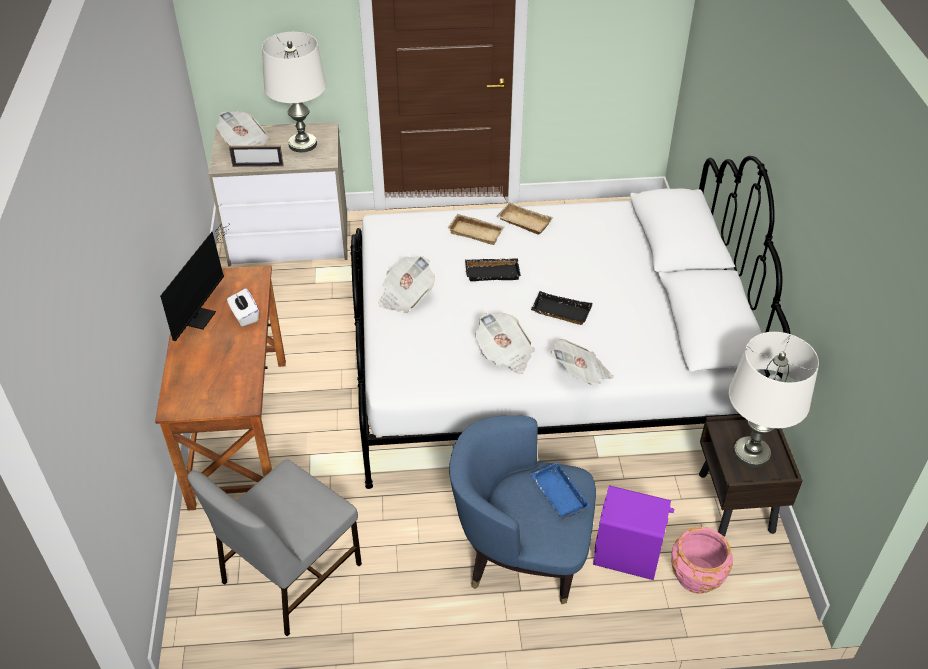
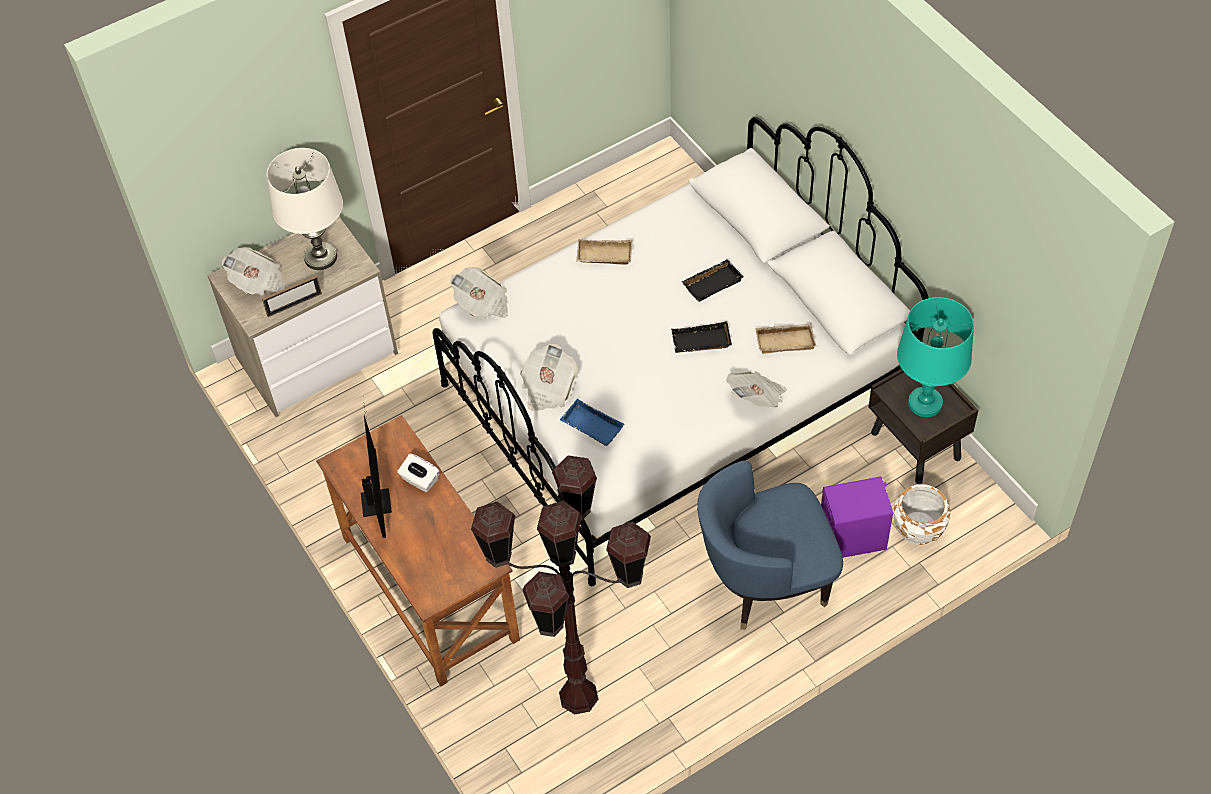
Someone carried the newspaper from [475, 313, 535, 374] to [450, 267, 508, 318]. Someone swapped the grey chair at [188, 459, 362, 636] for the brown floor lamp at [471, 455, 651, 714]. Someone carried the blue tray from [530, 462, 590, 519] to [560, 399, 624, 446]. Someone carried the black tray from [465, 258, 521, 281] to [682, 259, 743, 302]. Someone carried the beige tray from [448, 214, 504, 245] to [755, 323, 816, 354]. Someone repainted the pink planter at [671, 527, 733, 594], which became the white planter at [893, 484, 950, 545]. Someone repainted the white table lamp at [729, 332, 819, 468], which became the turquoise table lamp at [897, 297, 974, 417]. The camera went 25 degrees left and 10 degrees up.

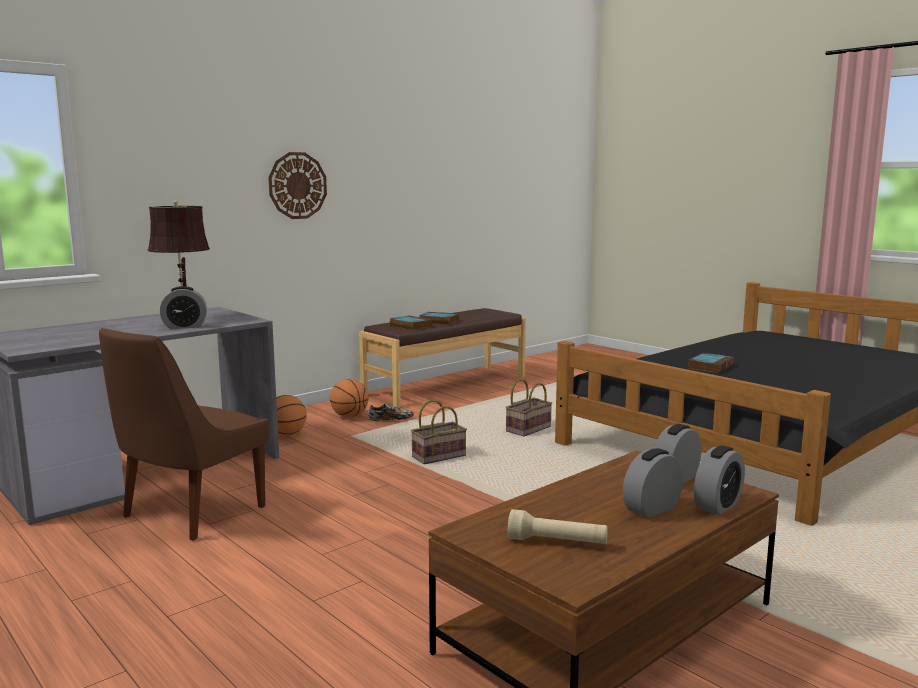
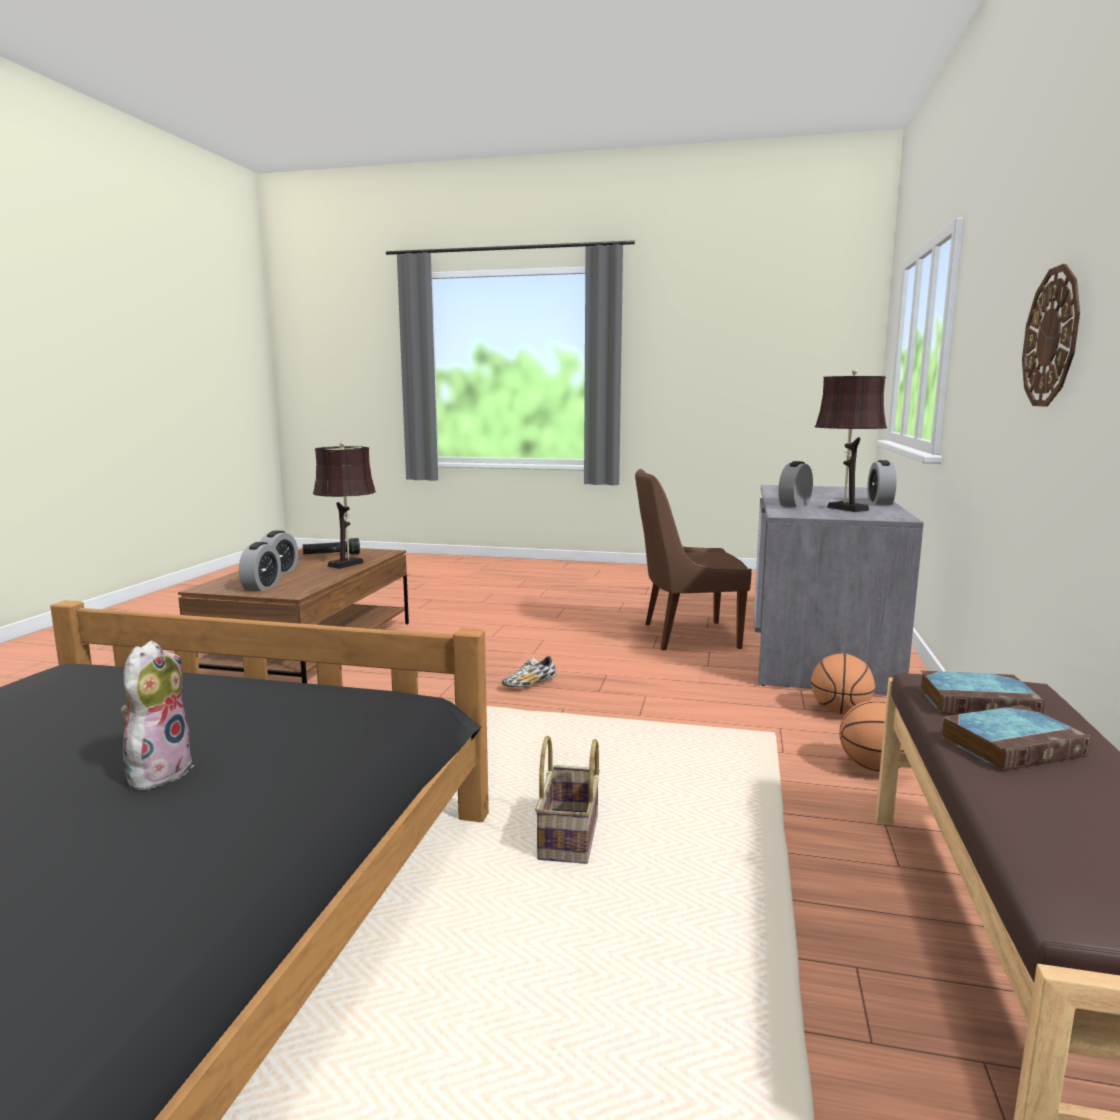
Someone swapped the book at [688, 353, 734, 373] for the plush toy at [120, 641, 194, 790]. Someone repainted the beige flashlight at [508, 509, 608, 544], which became the black flashlight at [303, 538, 360, 555]. Someone put down the brown table lamp at [313, 442, 376, 569]. Someone carried the shoe from [368, 403, 414, 421] to [502, 656, 556, 687]. Someone rotated the brown chair at [99, 328, 269, 541] by 90 degrees counterclockwise. Someone carried the alarm clock from [694, 445, 745, 515] to [867, 460, 897, 505]. Someone took away the basket at [411, 400, 467, 464]. The camera went 145 degrees right and 0 degrees up.

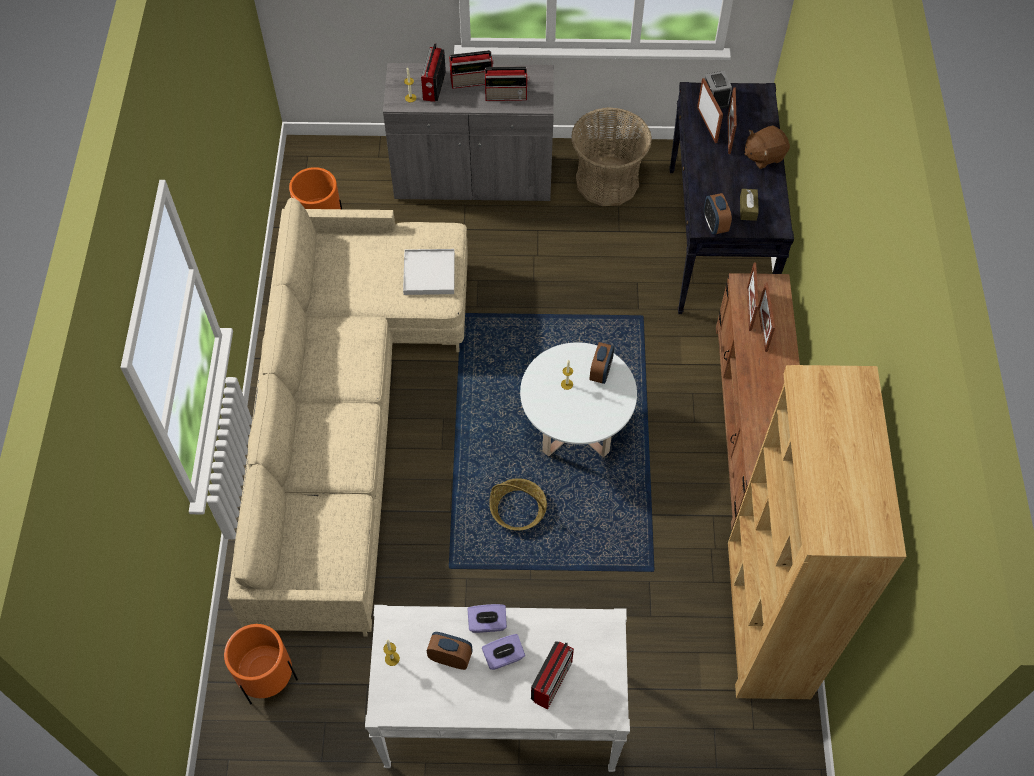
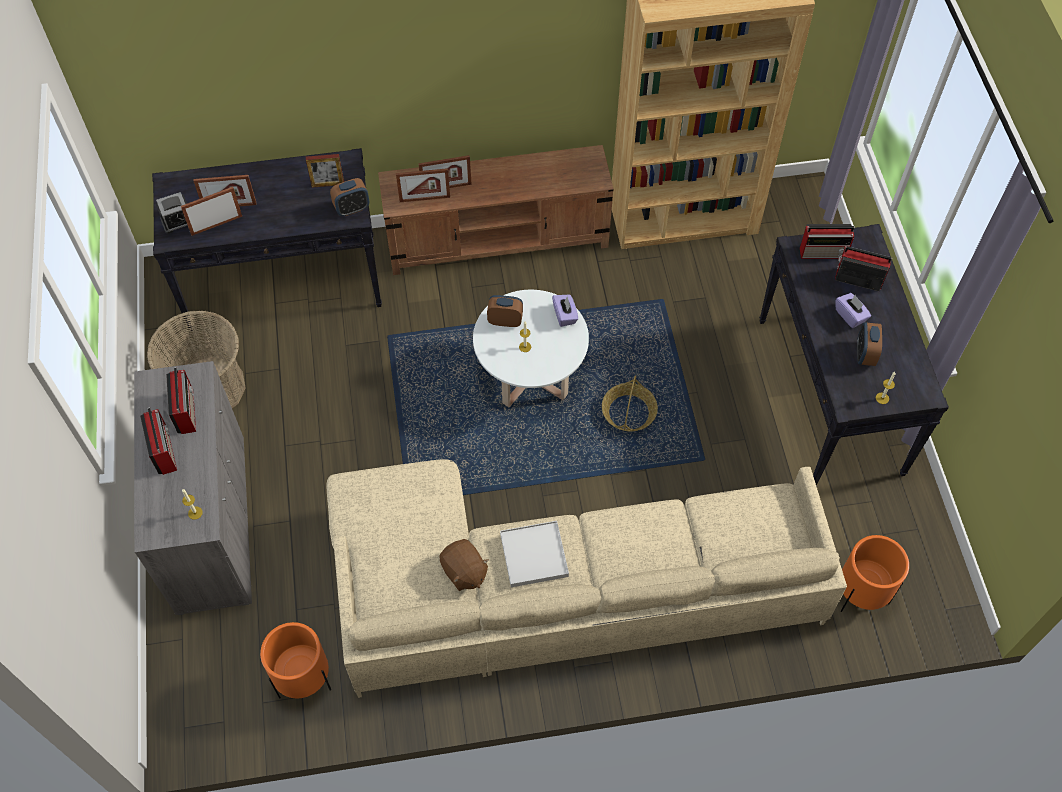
Someone swapped the brown tissue box at [740, 189, 759, 221] for the picture frame at [306, 154, 344, 188]. Someone carried the brown plush toy from [745, 125, 790, 169] to [439, 539, 489, 591]. Someone carried the white tray from [403, 249, 455, 295] to [500, 521, 569, 587]. Someone carried the purple tissue box from [467, 604, 507, 633] to [552, 294, 578, 327]. Someone repainted the white console table at [365, 605, 630, 772], which became the black console table at [759, 224, 949, 487]. Someone carried the radio from [421, 43, 446, 102] to [800, 224, 855, 259]. The camera went 100 degrees left and 0 degrees up.

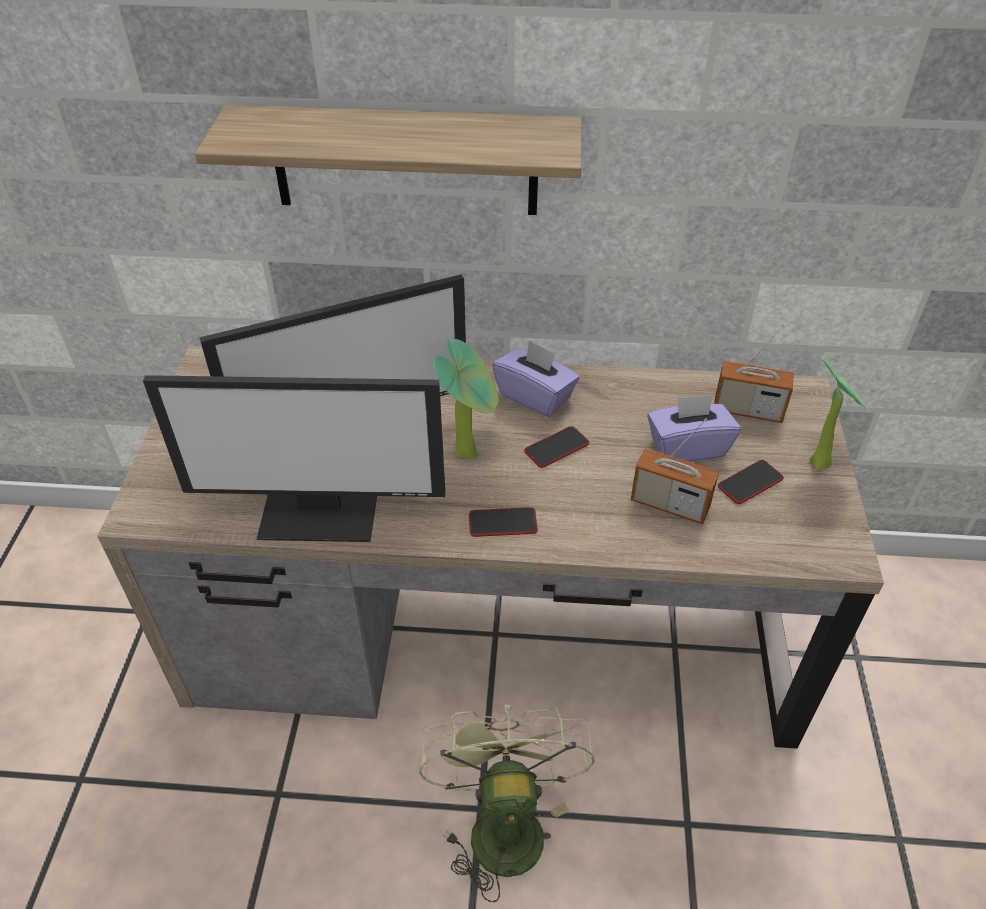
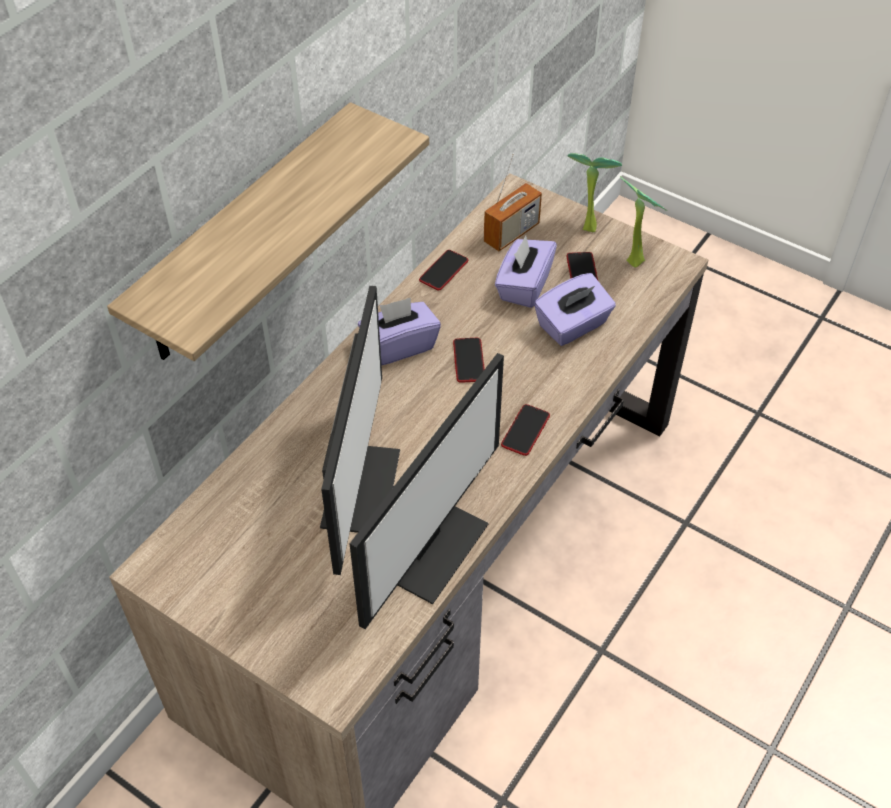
Someone put down the phone at [419, 250, 468, 290]. Someone swapped the radio at [631, 418, 719, 524] for the purple tissue box at [534, 273, 616, 346]. Someone carried the potted plant from [433, 339, 499, 460] to [620, 176, 667, 268]. Someone took away the green fan at [419, 705, 595, 902]. The camera went 60 degrees left and 5 degrees up.

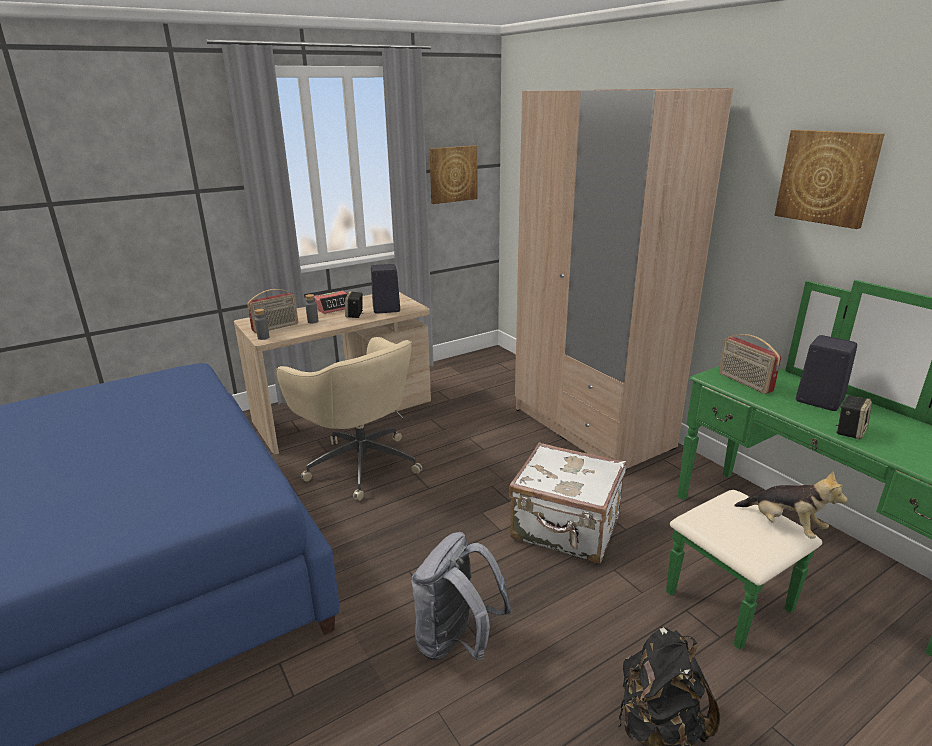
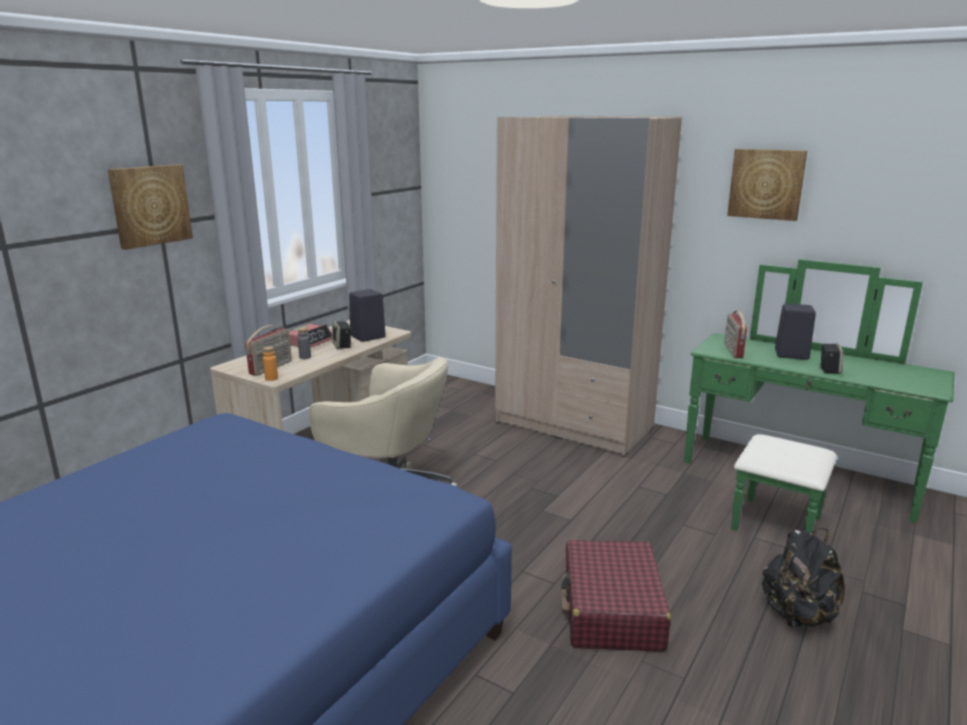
Someone carried the picture from [429, 145, 477, 204] to [107, 164, 193, 250]. Someone repainted the grey bottle at [254, 309, 269, 340], which became the orange bottle at [263, 346, 278, 381]. Someone swapped the grey backpack at [411, 532, 512, 661] for the red suitcase at [561, 540, 671, 652]. Someone rotated the radio at [719, 334, 781, 394] by 60 degrees clockwise. Someone took away the white suitcase at [509, 442, 626, 563]. Someone took away the plush toy at [734, 471, 847, 539]. The camera went 25 degrees left and 5 degrees down.

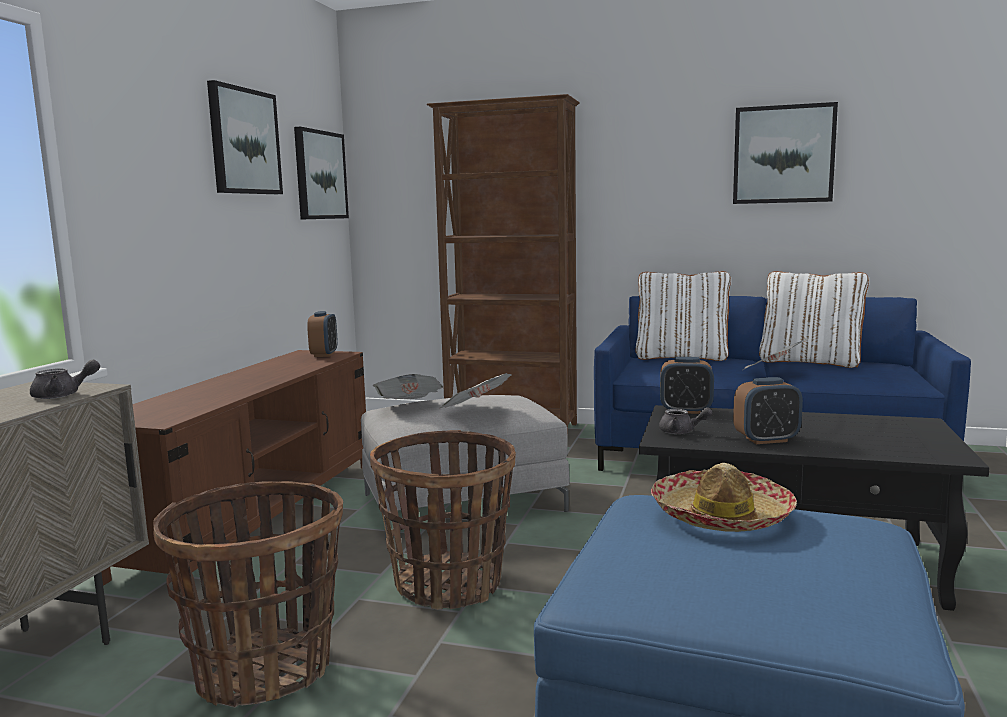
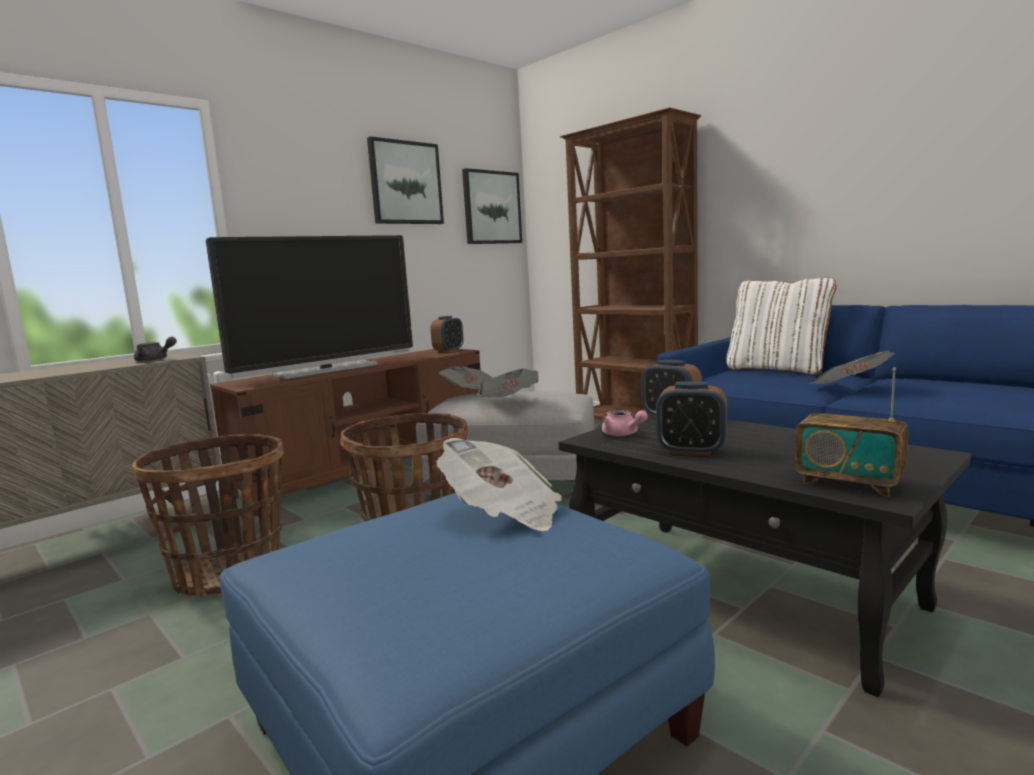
Someone put down the television at [206, 235, 413, 379]. Someone swapped the hat at [651, 463, 797, 532] for the newspaper at [436, 438, 562, 531]. Someone repainted the grey teapot at [659, 407, 713, 434], which became the pink teapot at [602, 410, 648, 436]. Someone put down the radio at [795, 368, 908, 497]. Someone took away the picture at [733, 102, 838, 204]. Someone took away the white pillow at [759, 271, 869, 368]. The camera went 30 degrees right and 0 degrees up.

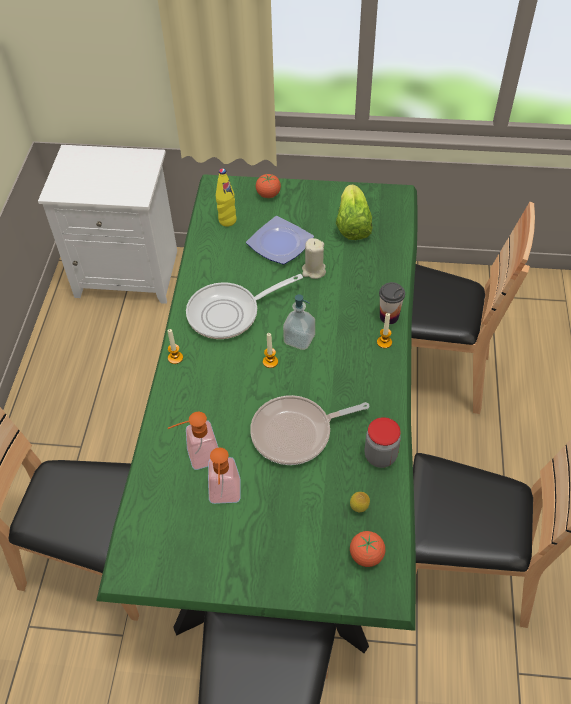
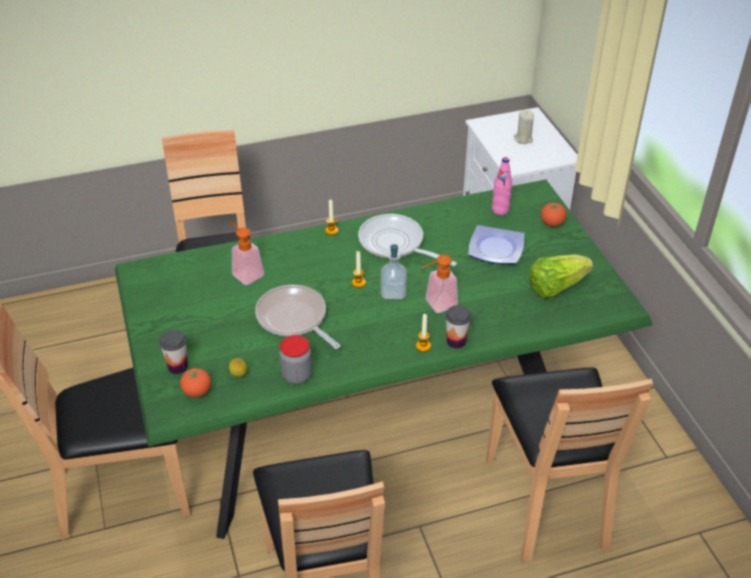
Someone put down the cup at [159, 330, 188, 374]. Someone carried the soap dispenser from [208, 447, 241, 504] to [421, 255, 458, 313]. Someone repainted the yellow bottle at [216, 168, 237, 227], which became the pink bottle at [492, 157, 512, 215]. Someone carried the beige candle from [302, 238, 326, 279] to [514, 110, 534, 144]. The camera went 65 degrees right and 10 degrees down.

